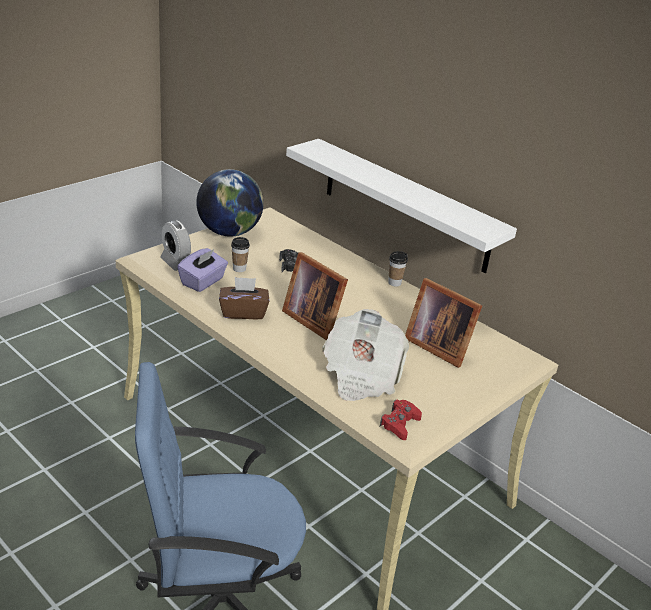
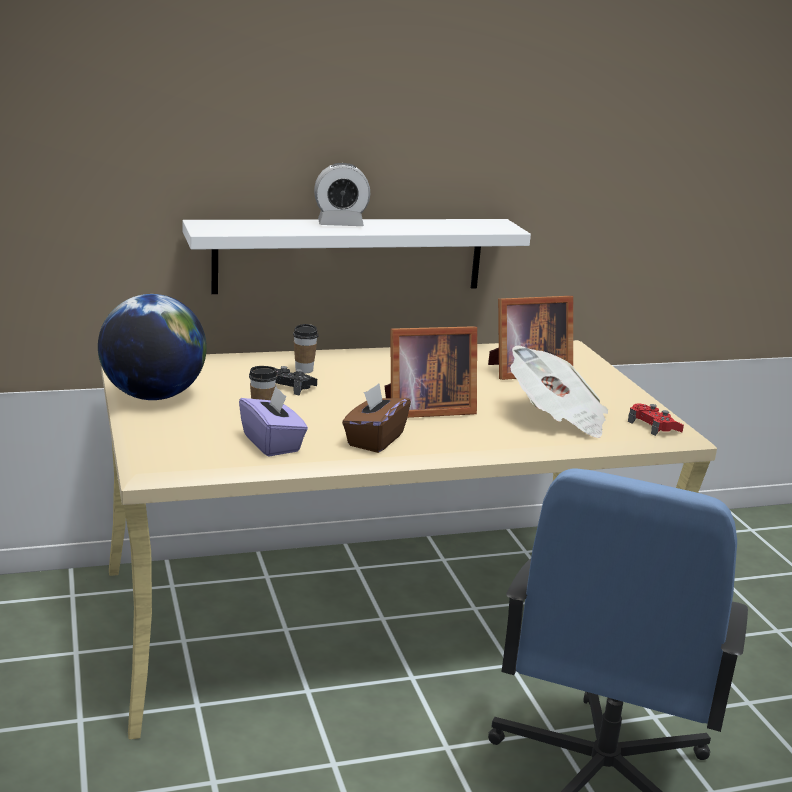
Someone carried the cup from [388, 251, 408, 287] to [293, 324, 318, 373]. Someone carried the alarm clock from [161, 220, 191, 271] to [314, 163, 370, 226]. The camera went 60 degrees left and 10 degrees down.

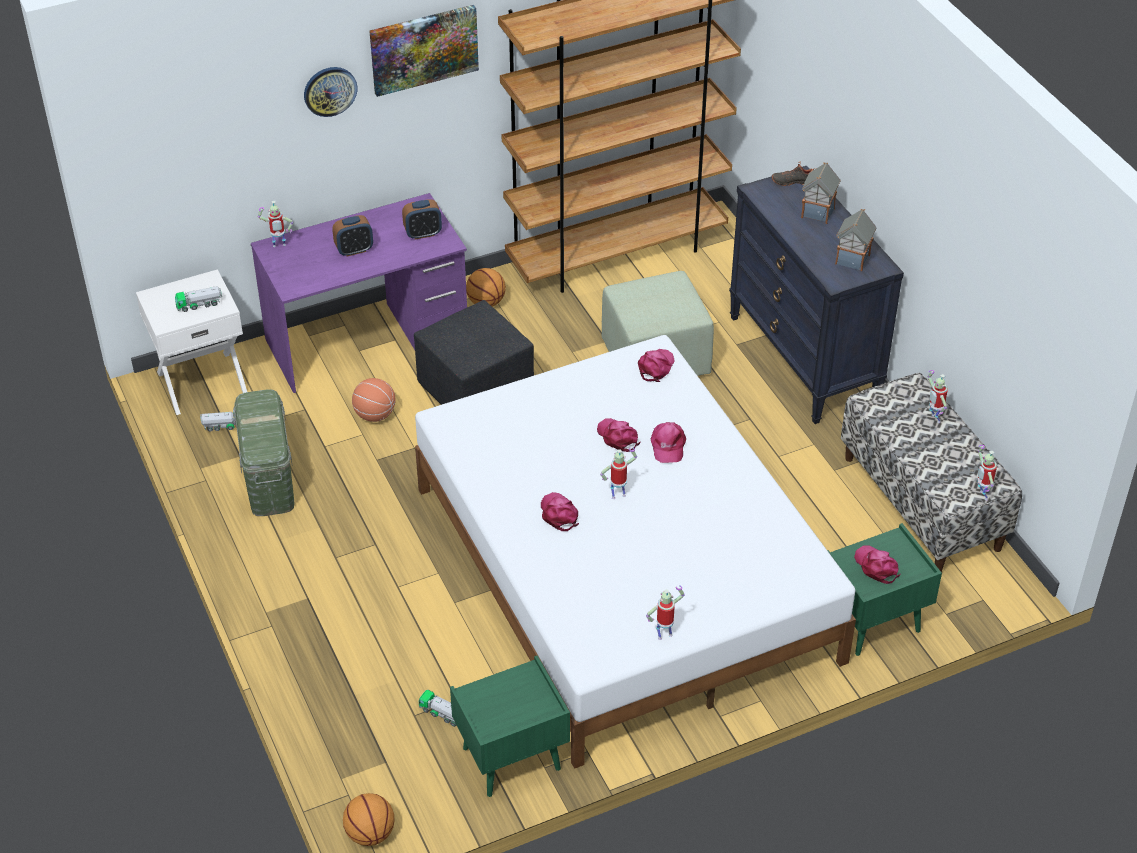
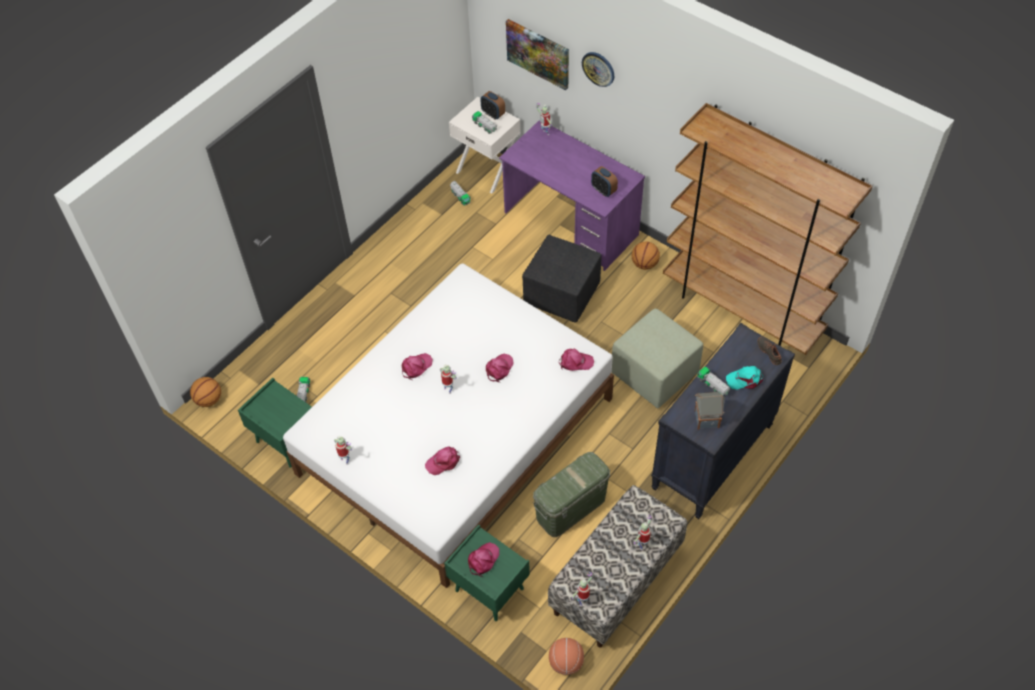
Someone carried the pink cap from [651, 422, 686, 463] to [425, 447, 460, 475]. Someone carried the alarm clock from [332, 215, 373, 256] to [480, 91, 505, 120]. Someone carried the picture from [370, 5, 479, 97] to [506, 19, 569, 90]. Someone carried the green storage box from [234, 390, 295, 516] to [533, 452, 610, 537]. Someone carried the basketball from [352, 378, 395, 422] to [549, 638, 584, 675]. Someone put down the toy truck at [697, 367, 730, 396]. Someone swapped the toy house at [801, 163, 841, 224] for the turquoise cap at [726, 366, 763, 390]. The camera went 65 degrees right and 10 degrees up.

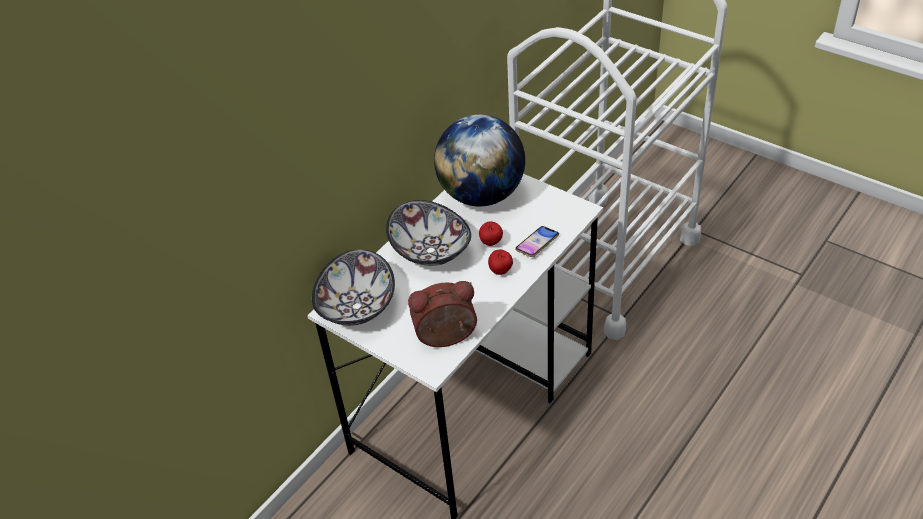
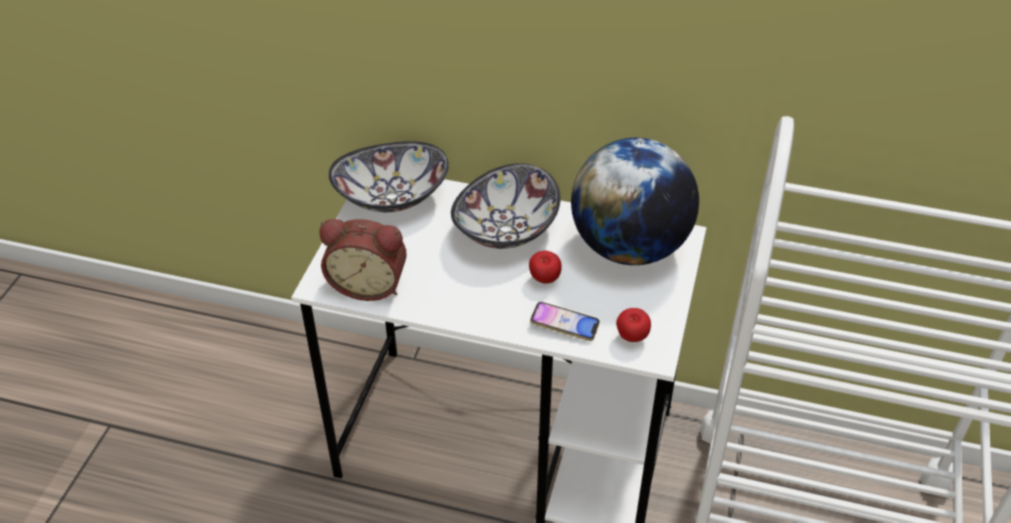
Someone rotated the alarm clock at [408, 281, 477, 347] by 135 degrees clockwise. Someone carried the apple from [488, 250, 513, 275] to [616, 308, 651, 342]. The camera went 65 degrees right and 0 degrees up.

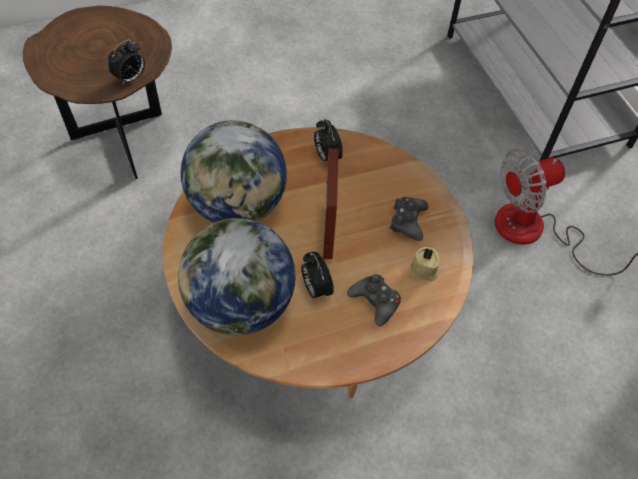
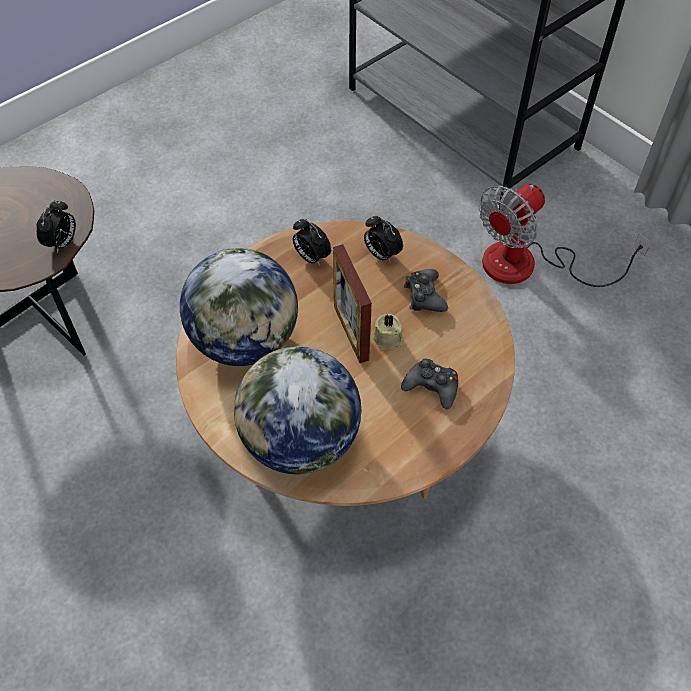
Someone carried the alarm clock from [301, 252, 334, 300] to [364, 215, 403, 263]. Someone carried the beige candle from [411, 247, 439, 281] to [373, 314, 404, 350]. The camera went 20 degrees left and 0 degrees up.

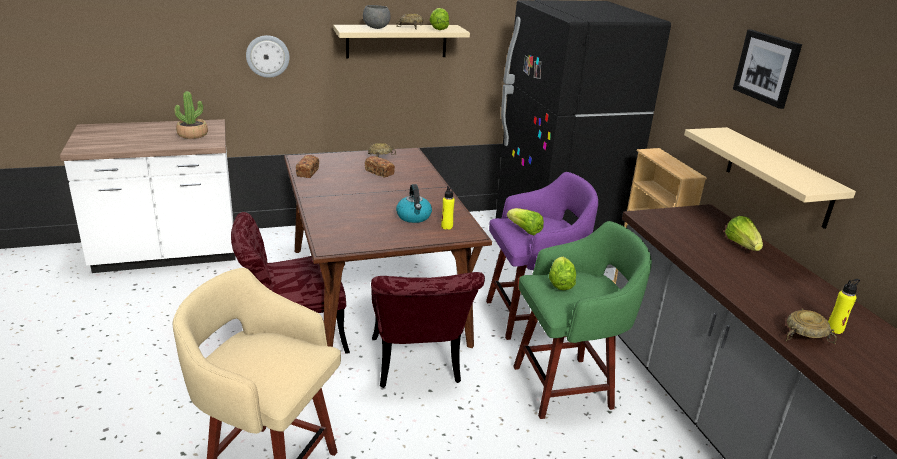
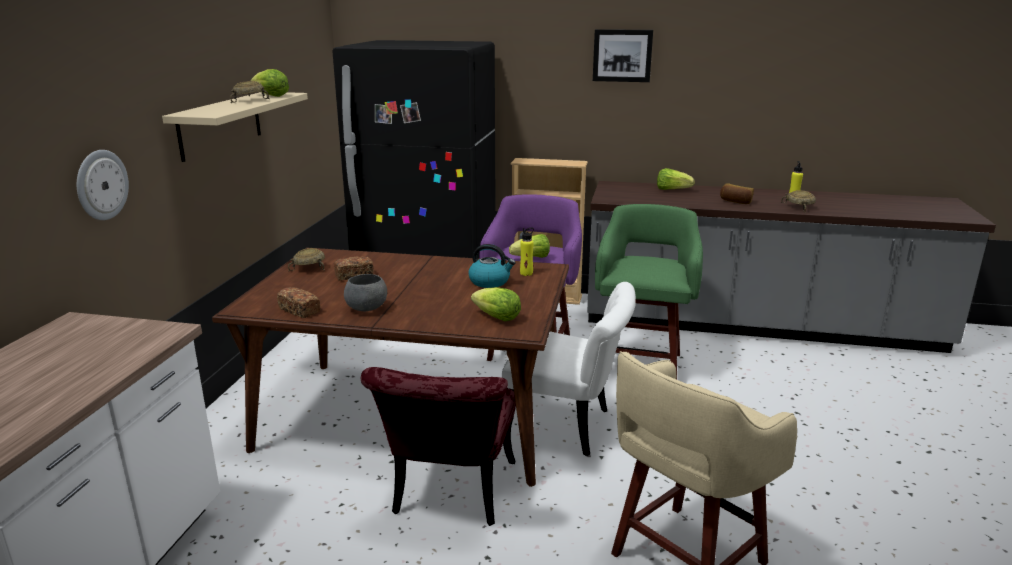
Someone carried the grey bowl from [363, 5, 391, 29] to [344, 274, 387, 311]. Someone carried the lettuce from [549, 257, 576, 290] to [471, 287, 521, 321]. Someone repainted the red chair at [371, 272, 485, 388], which became the white chair at [502, 282, 636, 456]. Someone put down the bread at [720, 183, 754, 204]. Someone took away the potted plant at [175, 91, 208, 139]. Someone took away the beige shelf at [684, 127, 856, 229]. The camera went 60 degrees left and 5 degrees down.

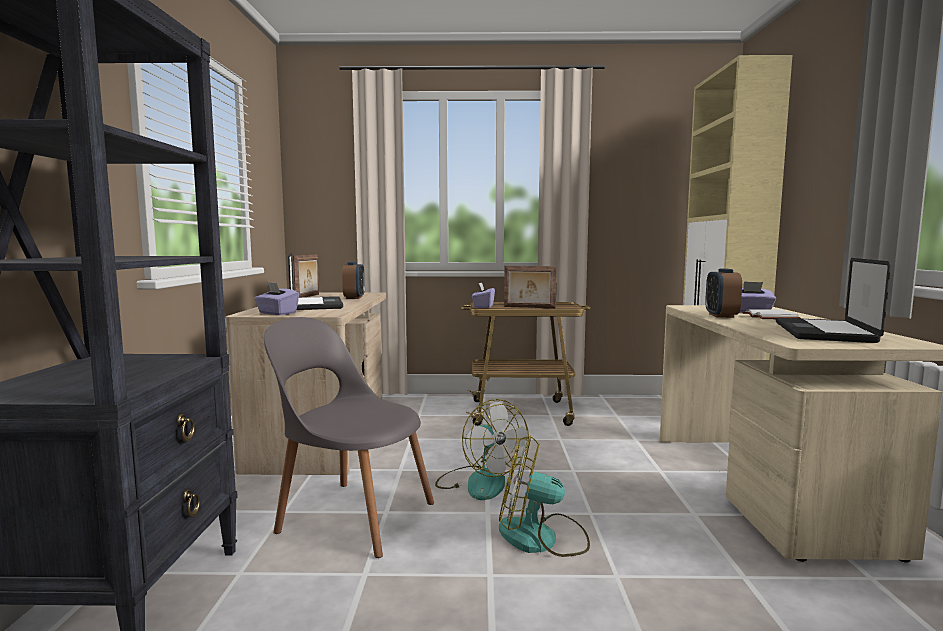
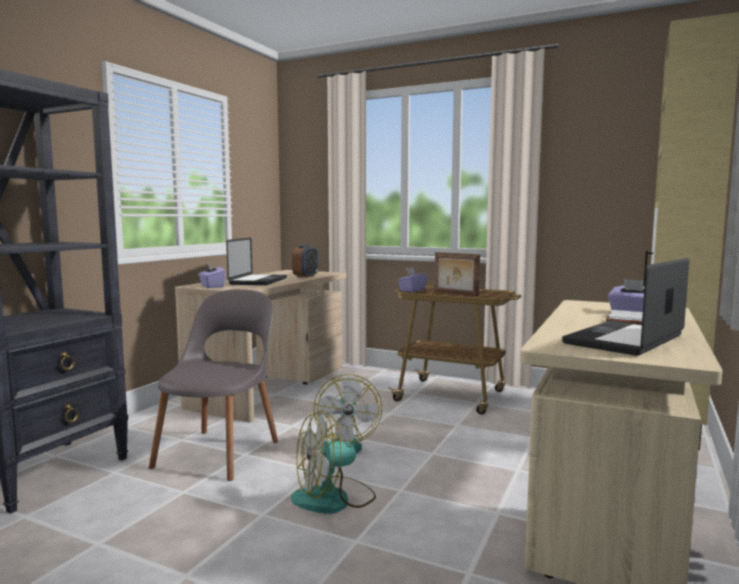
Someone rotated the grey chair at [264, 317, 434, 558] by 60 degrees clockwise. Someone rotated the fan at [499, 435, 590, 557] by 60 degrees counterclockwise. Someone took away the picture frame at [293, 254, 319, 297]. Someone took away the alarm clock at [705, 268, 742, 318]. The camera went 25 degrees right and 0 degrees up.

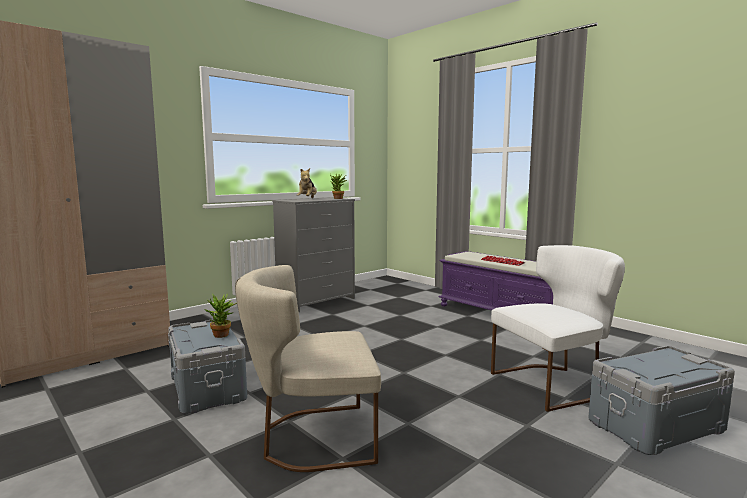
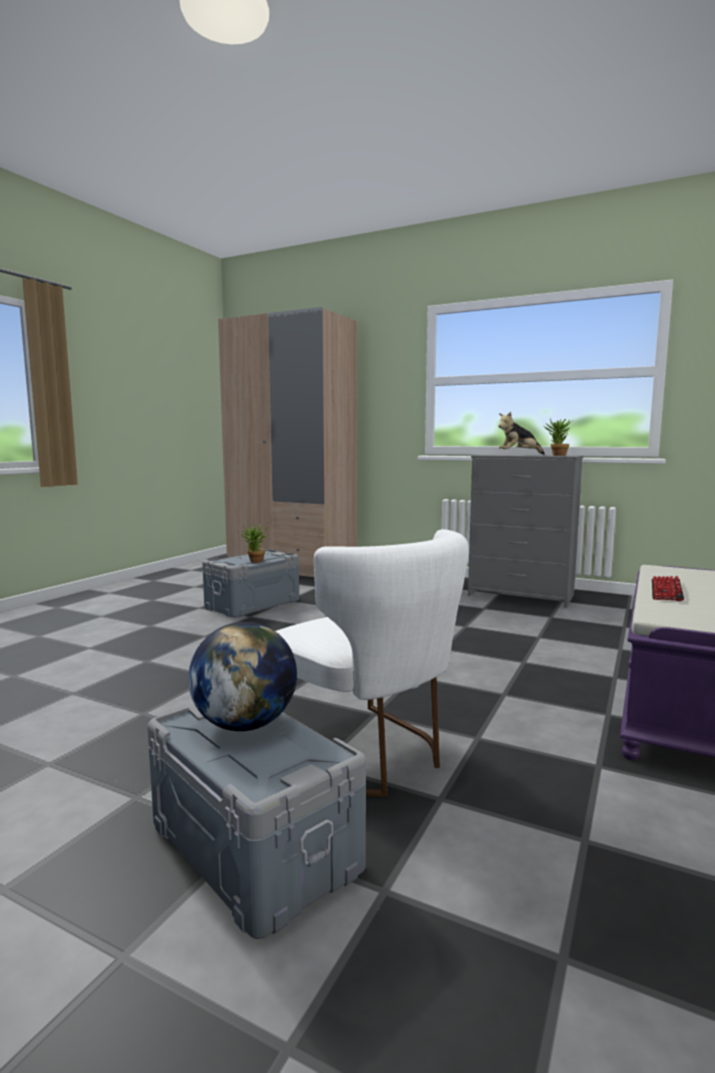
Someone put down the globe at [188, 622, 297, 731]. Someone took away the beige chair at [235, 265, 381, 472]. The camera went 70 degrees right and 0 degrees up.

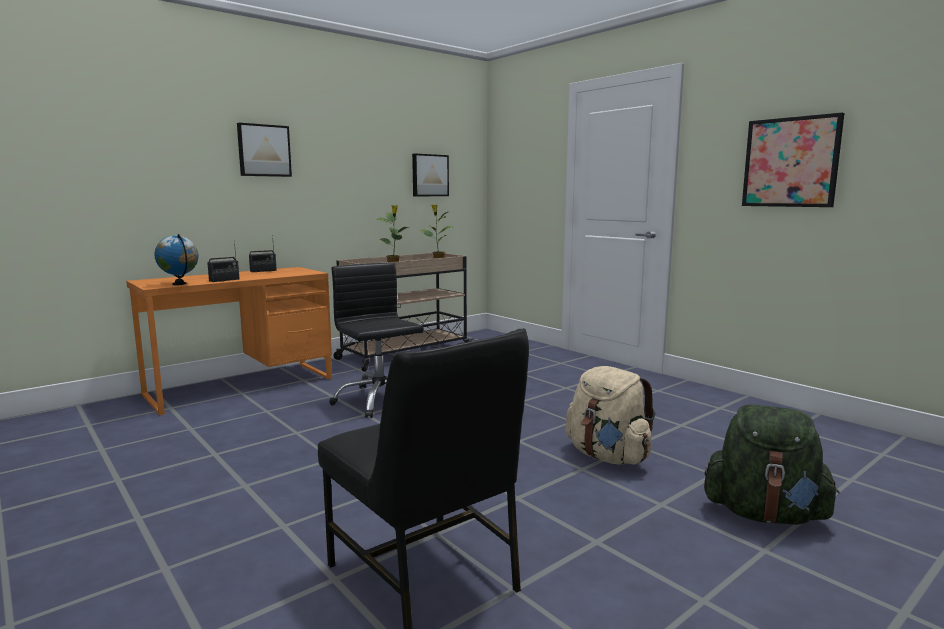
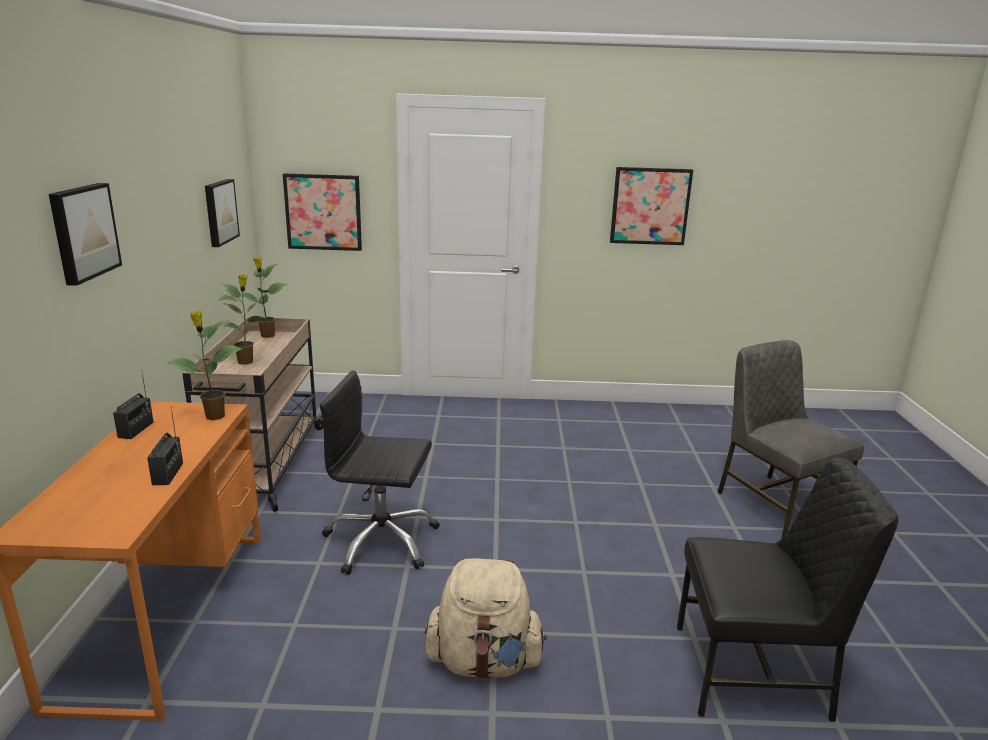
Someone put down the potted plant at [166, 311, 243, 420]. Someone put up the picture at [283, 173, 362, 251]. Someone carried the beige backpack from [566, 366, 655, 465] to [425, 558, 547, 679]. Someone swapped the green backpack at [704, 404, 840, 525] for the grey chair at [717, 340, 864, 538]. Someone took away the globe at [154, 234, 198, 285]. The camera went 50 degrees left and 10 degrees up.

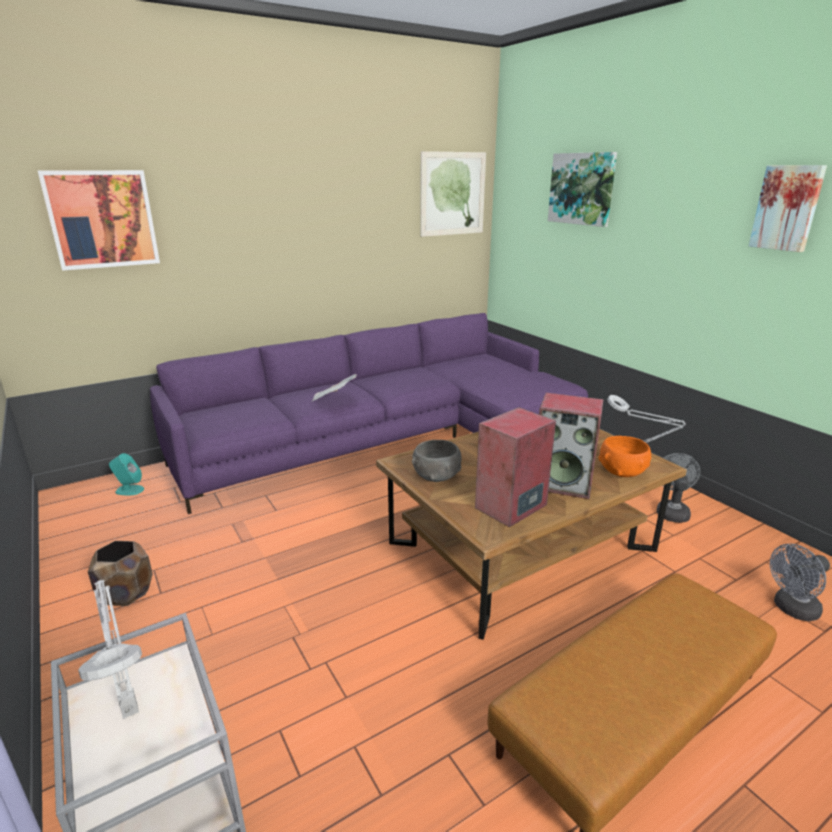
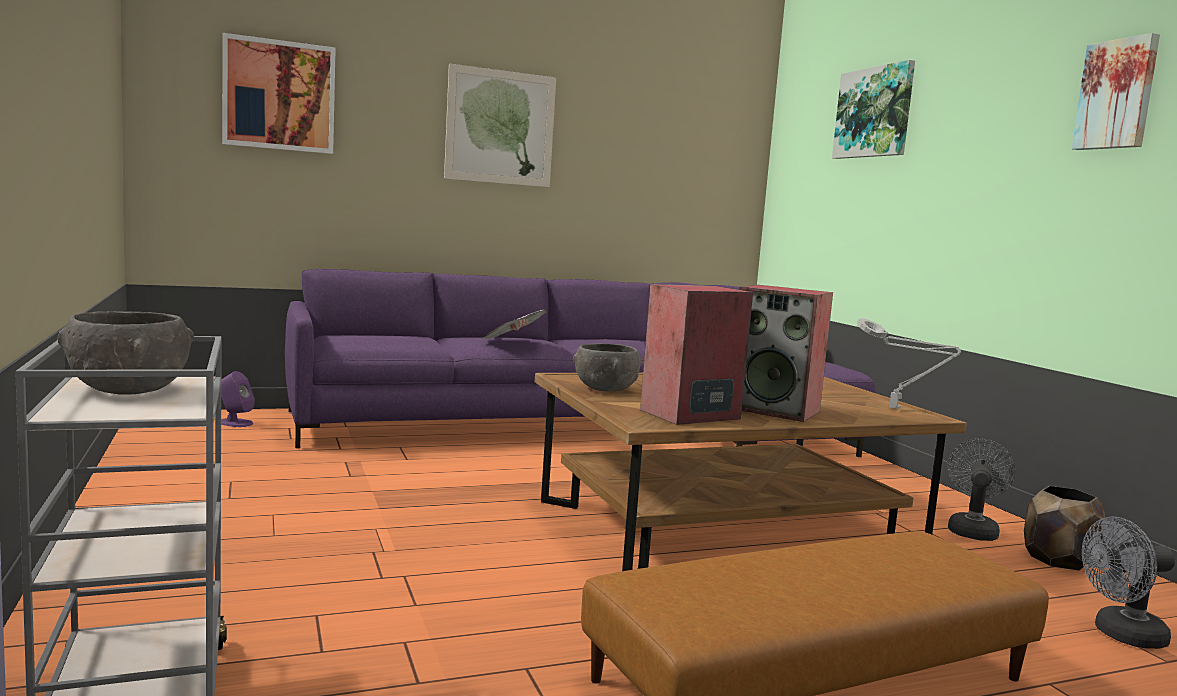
Someone swapped the grey table lamp at [78, 580, 142, 719] for the grey bowl at [58, 311, 194, 395]. Someone repainted the turquoise speaker at [109, 453, 144, 495], which became the purple speaker at [221, 371, 255, 427]. Someone carried the picture from [420, 151, 486, 237] to [444, 64, 556, 187]. Someone carried the brown planter from [88, 541, 153, 606] to [1024, 486, 1105, 570]. Someone took away the orange bowl at [598, 436, 651, 477]. The camera went 10 degrees right and 15 degrees down.

